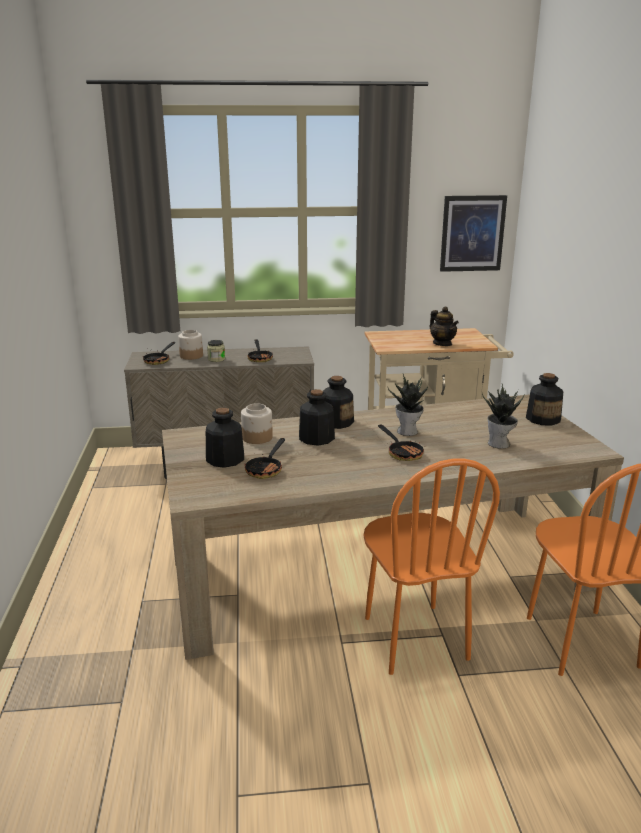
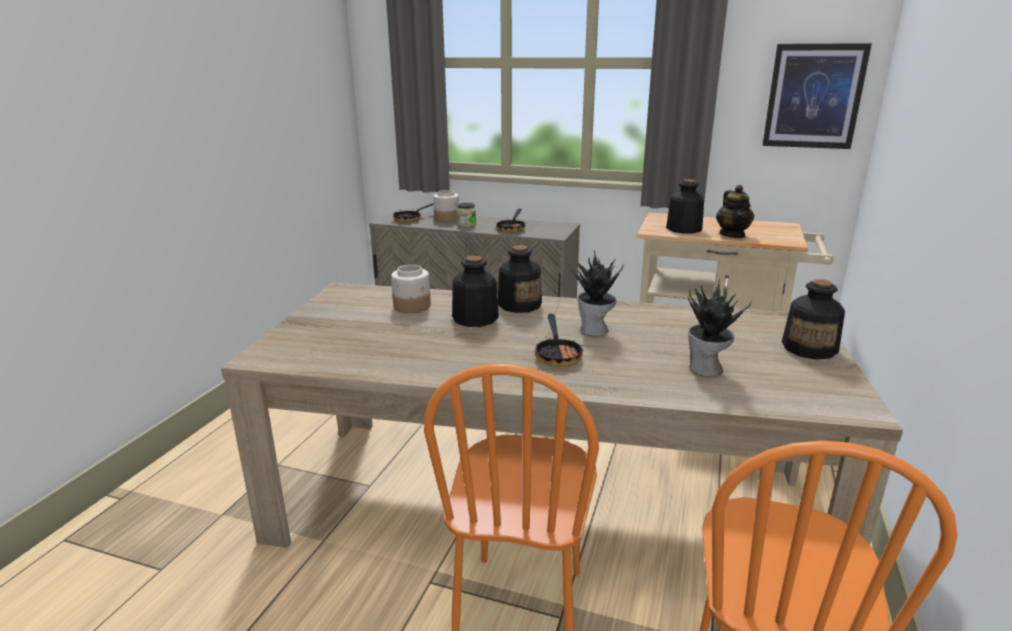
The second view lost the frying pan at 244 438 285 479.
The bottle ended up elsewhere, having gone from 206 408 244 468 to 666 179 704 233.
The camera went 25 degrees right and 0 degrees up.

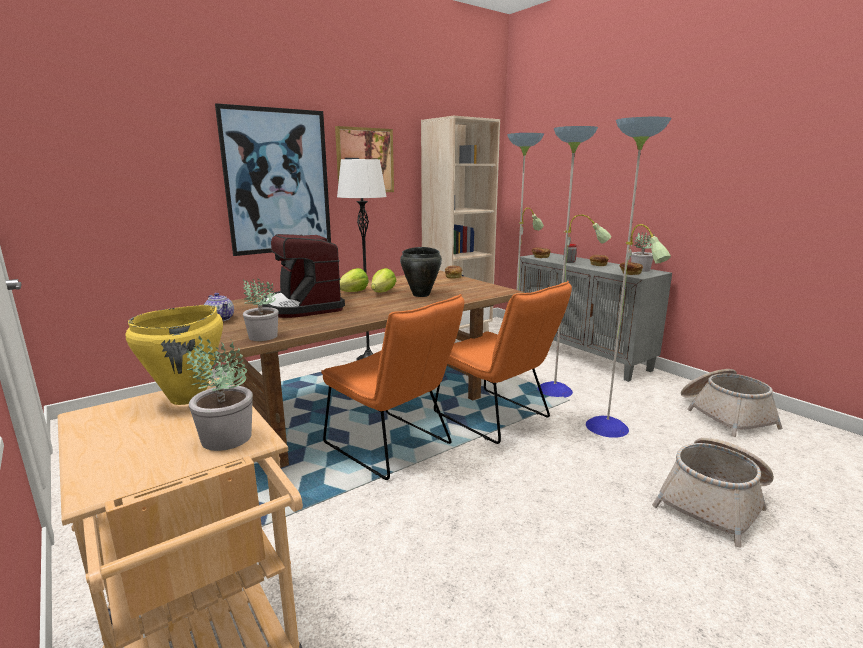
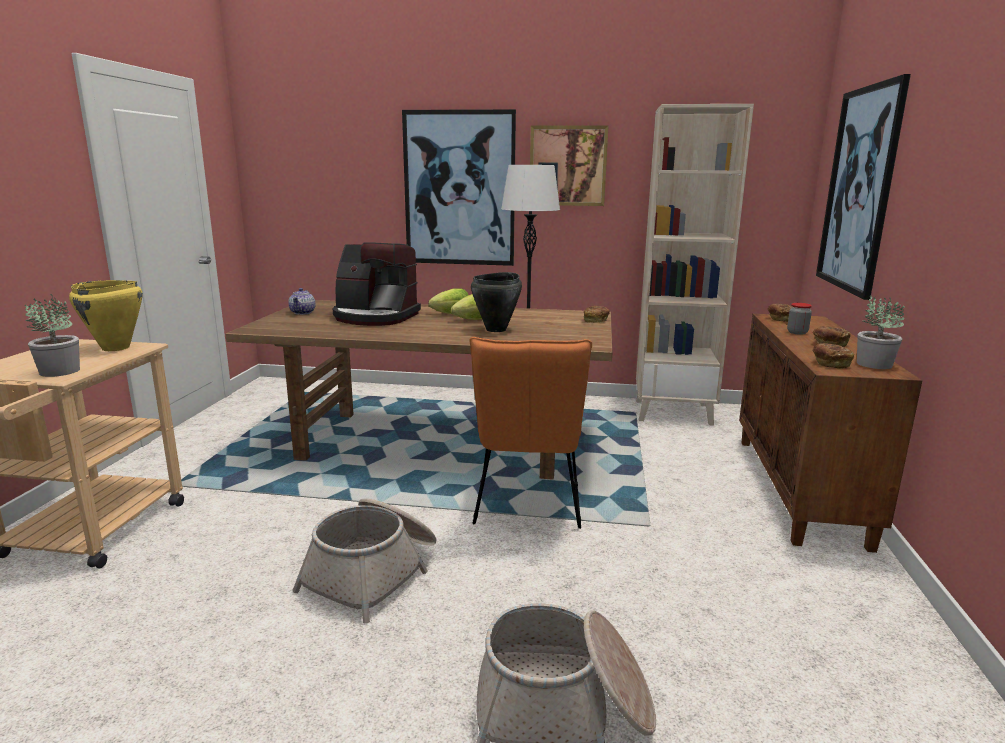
The second view lost the potted plant at 243 278 278 341.
The second view lost the orange chair at 321 294 464 480.
The second view lost the floor lamp at 507 117 672 438.
The second view gained the picture at 816 74 911 300.
The basket ended up elsewhere, having gone from 681 369 782 437 to 292 498 436 623.
What was the grey cabinet at 518 253 672 382 turned into the brown cabinet at 739 314 922 553.
The coffee machine at 262 234 345 318 ended up facing another way, 90 degrees counterclockwise from before.
The camera went 45 degrees right and 0 degrees up.

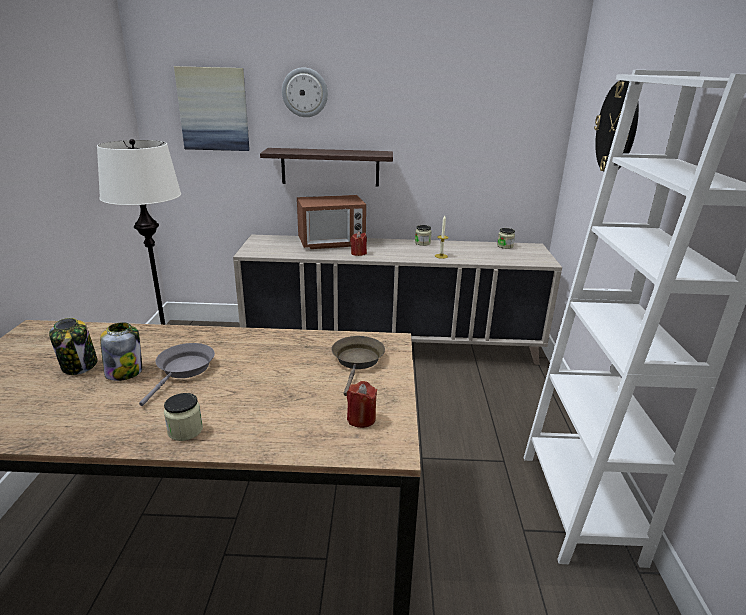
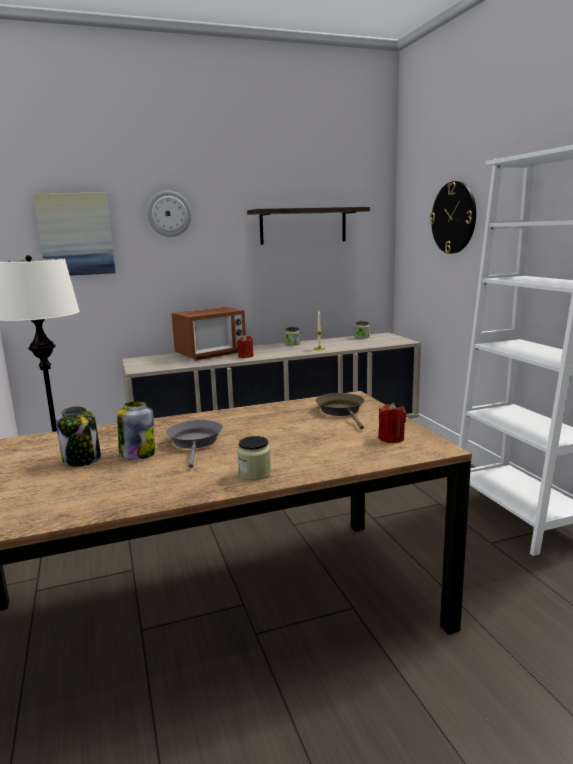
The shelf ended up elsewhere, having gone from 260 148 393 187 to 247 207 370 245.
The camera went 20 degrees left and 10 degrees down.

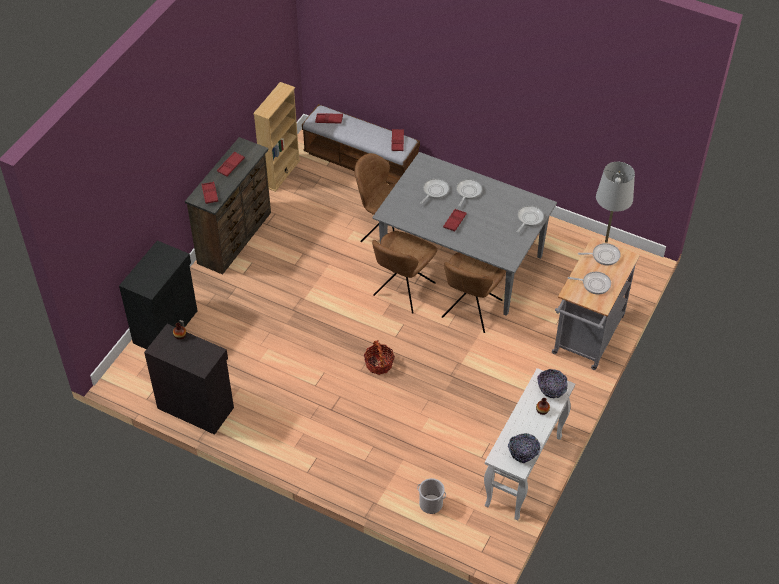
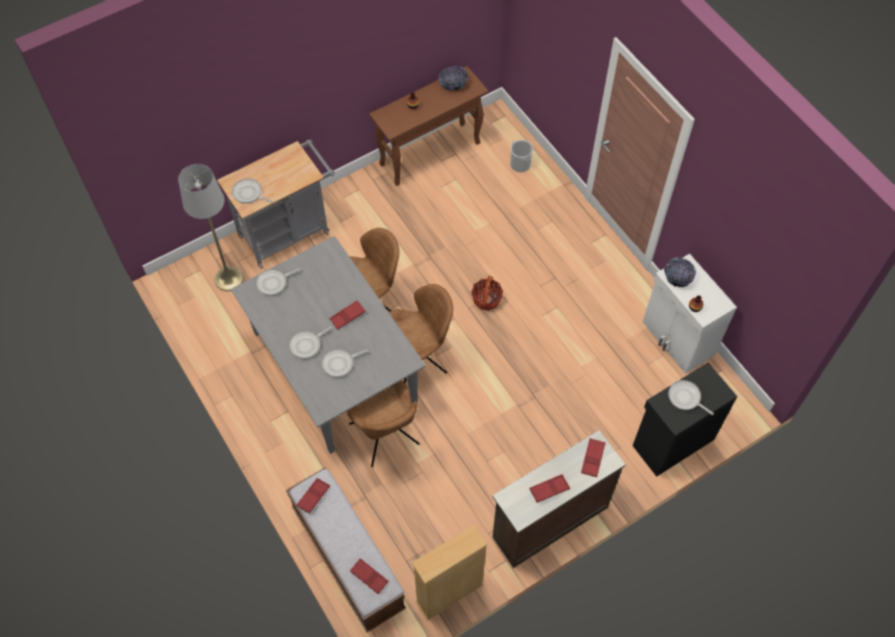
The bowl ended up elsewhere, having gone from 537 369 568 398 to 664 257 696 287.
The frying pan ended up elsewhere, having gone from 568 272 611 295 to 668 380 714 415.
What was the black cabinet at 144 324 234 435 turned into the white cabinet at 643 254 737 374.
What was the white console table at 484 368 575 521 turned into the brown console table at 369 66 488 186.
The camera went 150 degrees left and 10 degrees up.

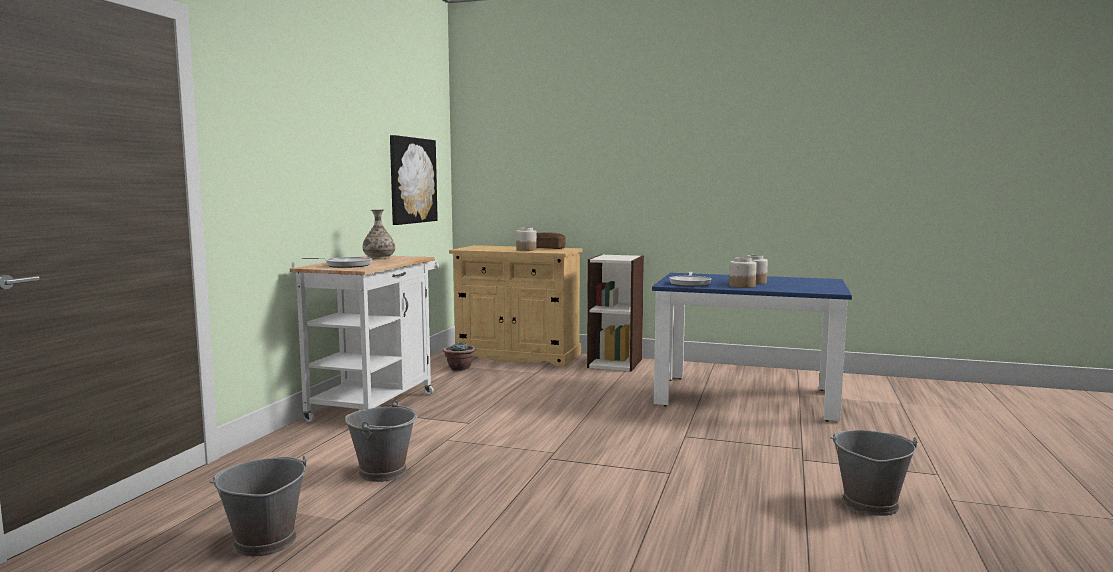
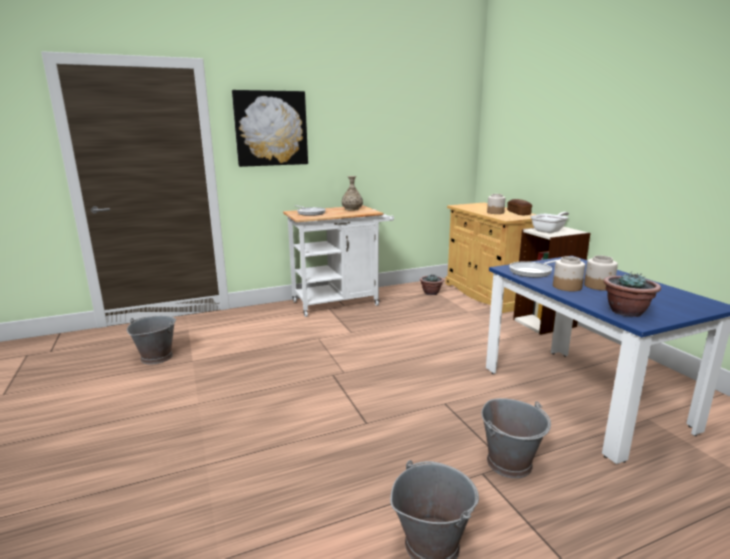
The second view gained the frying pan at 530 212 569 233.
The second view gained the potted plant at 603 272 661 317.
The grey bucket ended up elsewhere, having gone from 345 400 417 482 to 481 398 551 478.
The picture ended up elsewhere, having gone from 390 135 438 225 to 232 90 308 167.
The camera went 50 degrees right and 10 degrees up.

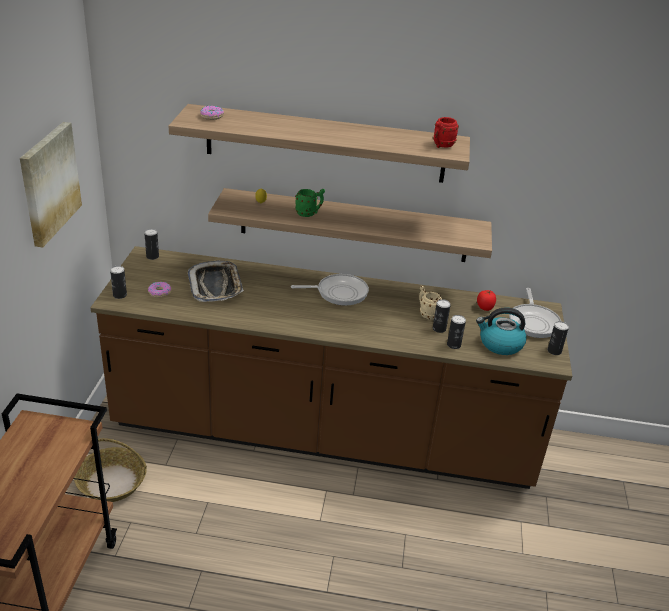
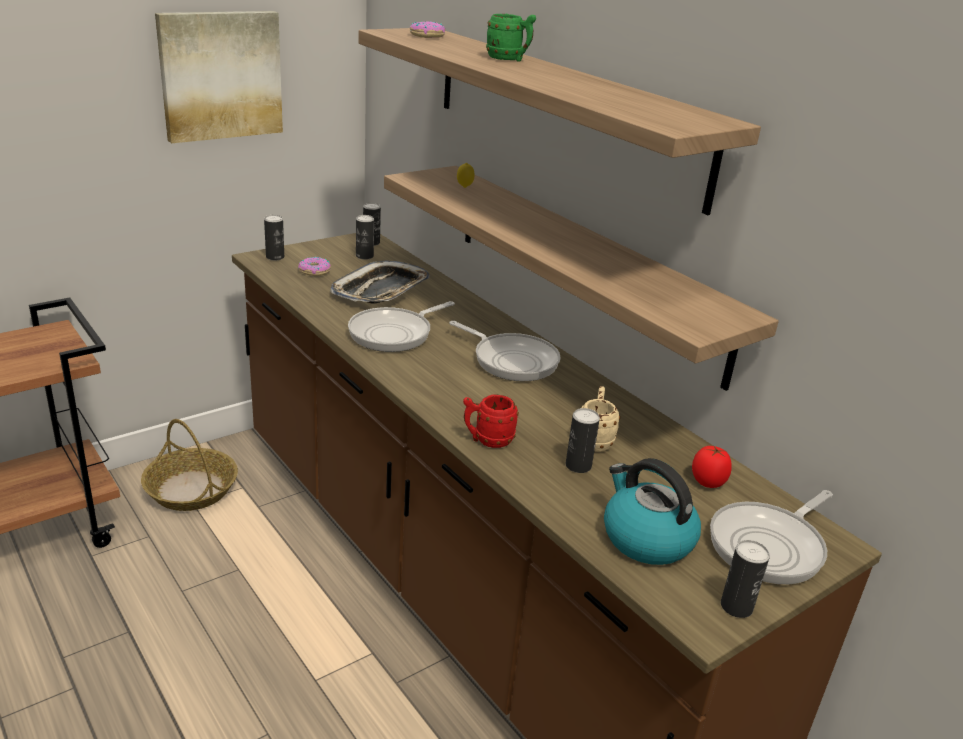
The second view gained the frying pan at 348 301 455 352.
The green mug ended up elsewhere, having gone from 295 189 325 217 to 486 14 536 62.
The red mug ended up elsewhere, having gone from 433 117 459 148 to 463 394 519 448.
The can ended up elsewhere, having gone from 447 315 466 349 to 356 215 374 260.
The camera went 45 degrees right and 5 degrees down.

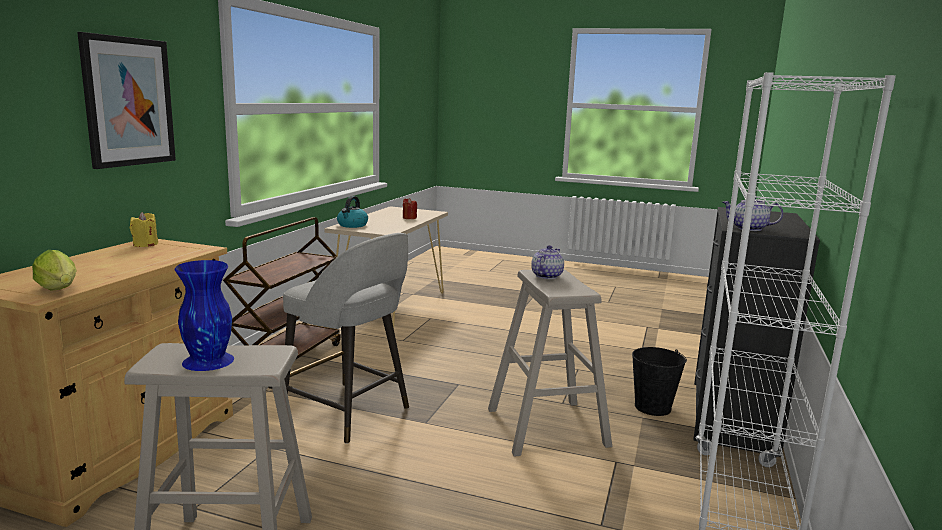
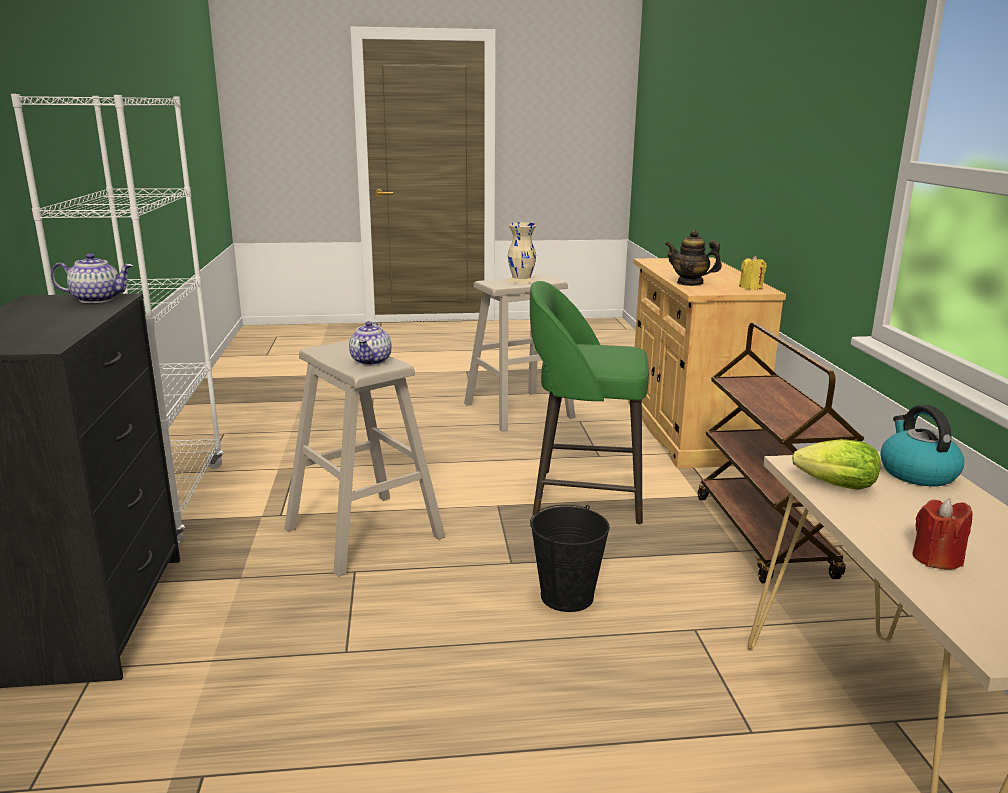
The second view lost the picture at 77 32 176 169.
The second view gained the teapot at 665 230 722 286.
The lettuce ended up elsewhere, having gone from 32 250 77 291 to 792 439 881 490.
The black bucket ended up elsewhere, having gone from 632 347 687 416 to 530 505 610 612.
What was the blue vase at 175 260 234 371 turned into the beige vase at 508 222 536 284.
What was the grey stool at 283 233 409 444 turned into the green stool at 530 281 649 524.
The camera went 155 degrees right and 5 degrees up.

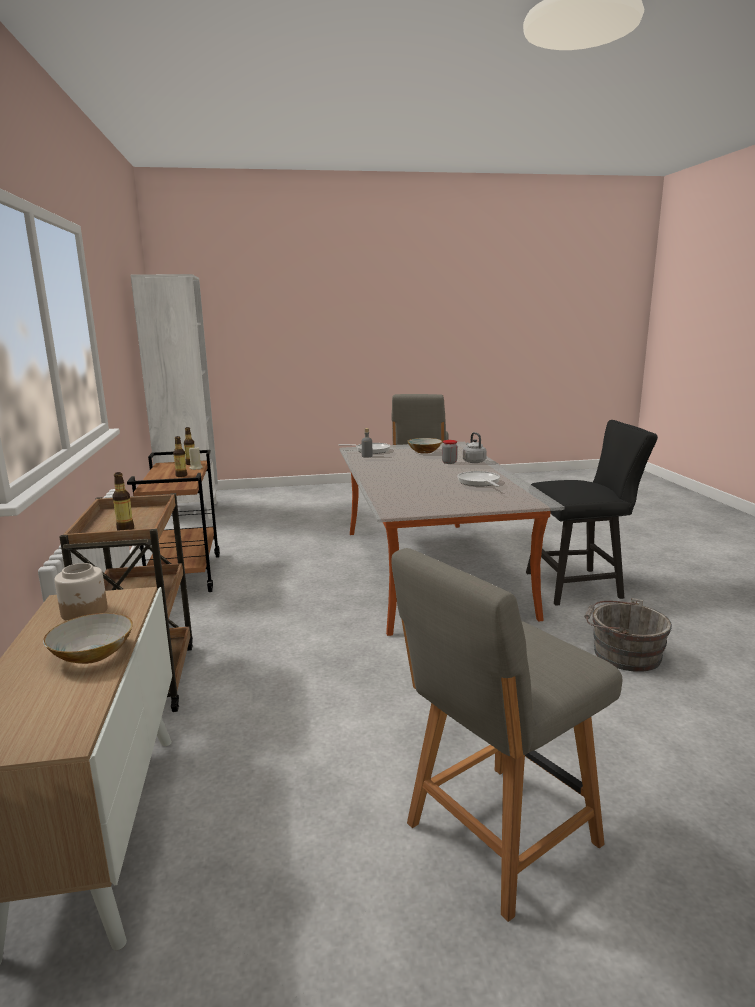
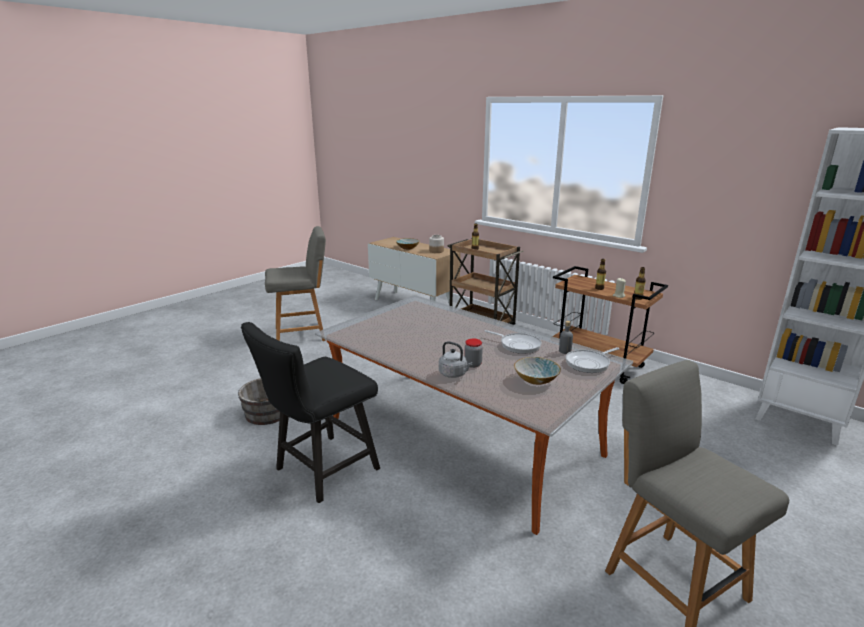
The frying pan ended up elsewhere, having gone from 457 471 500 487 to 485 330 542 354.
The grey chair at 392 548 622 922 ended up facing another way, 60 degrees clockwise from before.
The camera went 140 degrees right and 5 degrees up.

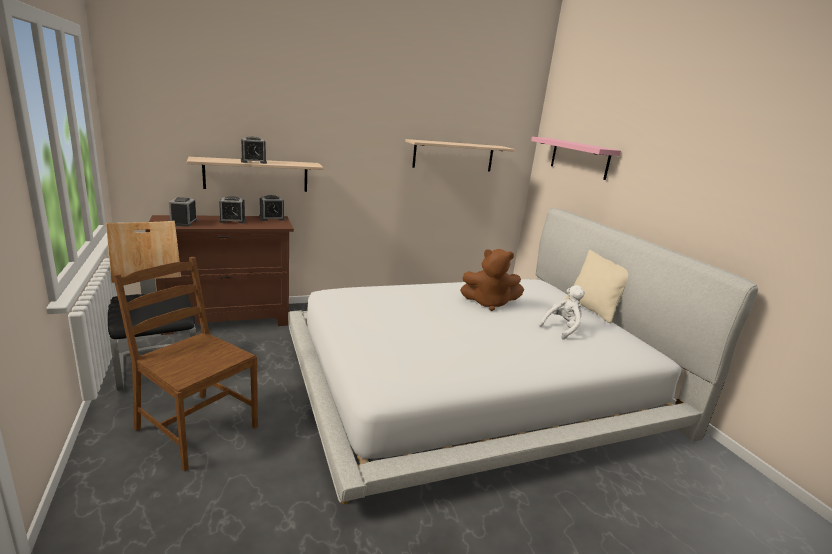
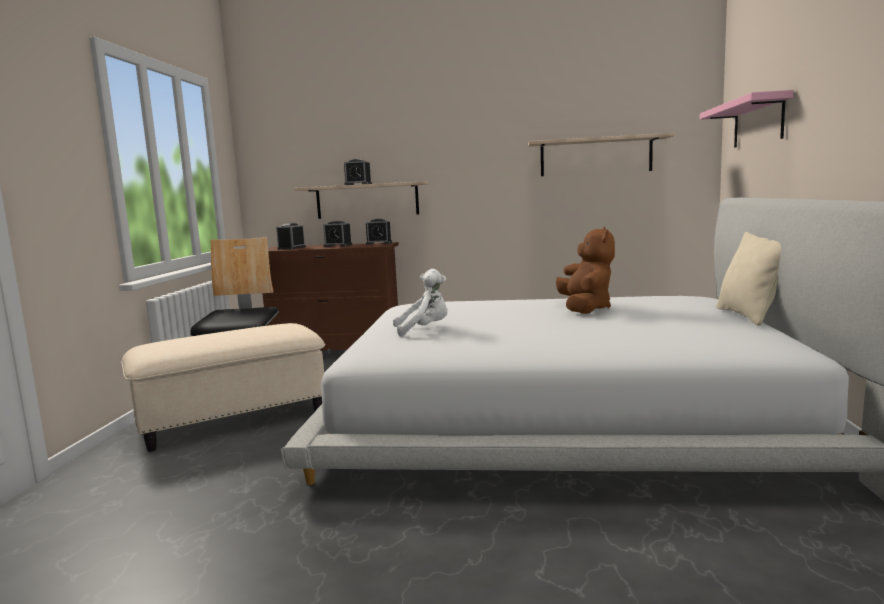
The white plush toy ended up elsewhere, having gone from 539 285 585 340 to 393 269 448 337.
Where the brown chair stood at 113 257 258 472, the beige ottoman came to stand at 121 323 325 452.
The brown plush toy at 460 249 524 311 ended up facing another way, 120 degrees counterclockwise from before.
The camera went 30 degrees right and 10 degrees down.

